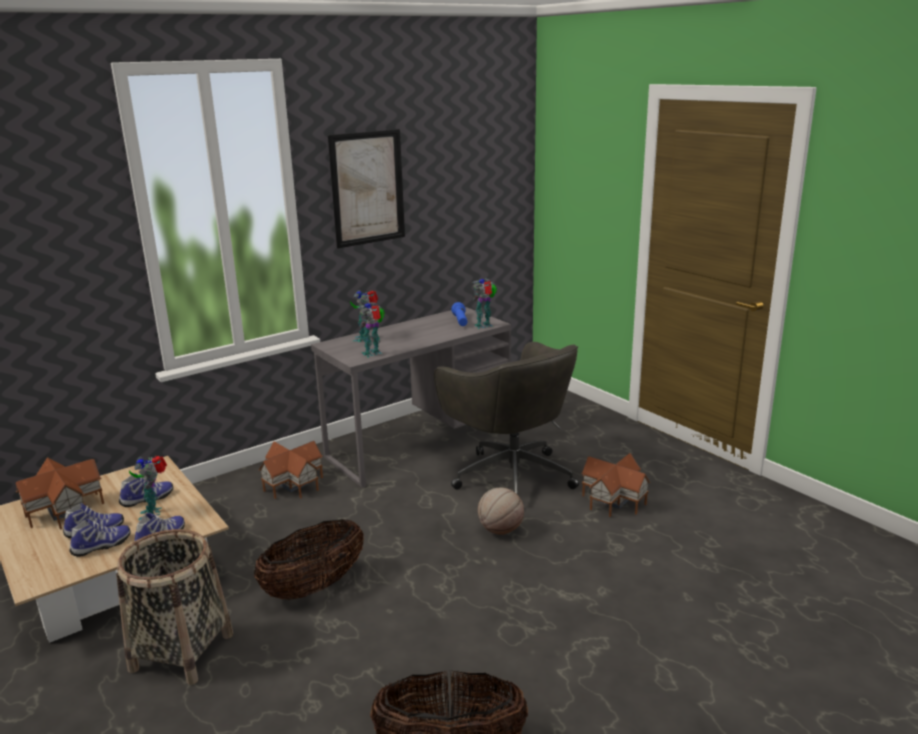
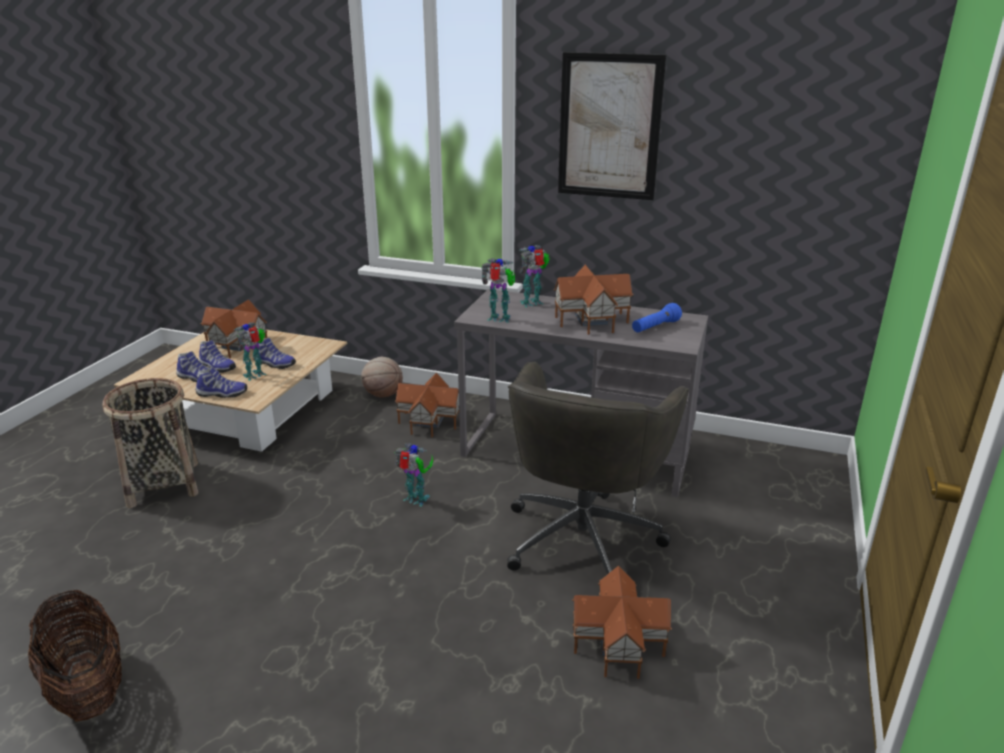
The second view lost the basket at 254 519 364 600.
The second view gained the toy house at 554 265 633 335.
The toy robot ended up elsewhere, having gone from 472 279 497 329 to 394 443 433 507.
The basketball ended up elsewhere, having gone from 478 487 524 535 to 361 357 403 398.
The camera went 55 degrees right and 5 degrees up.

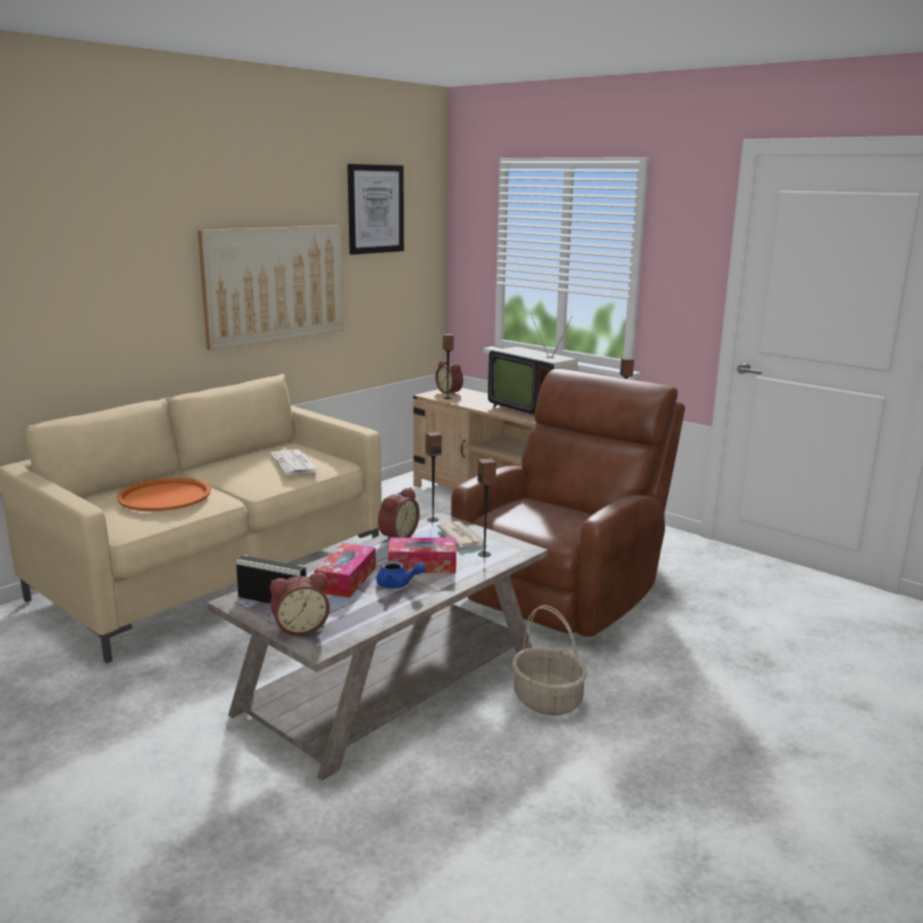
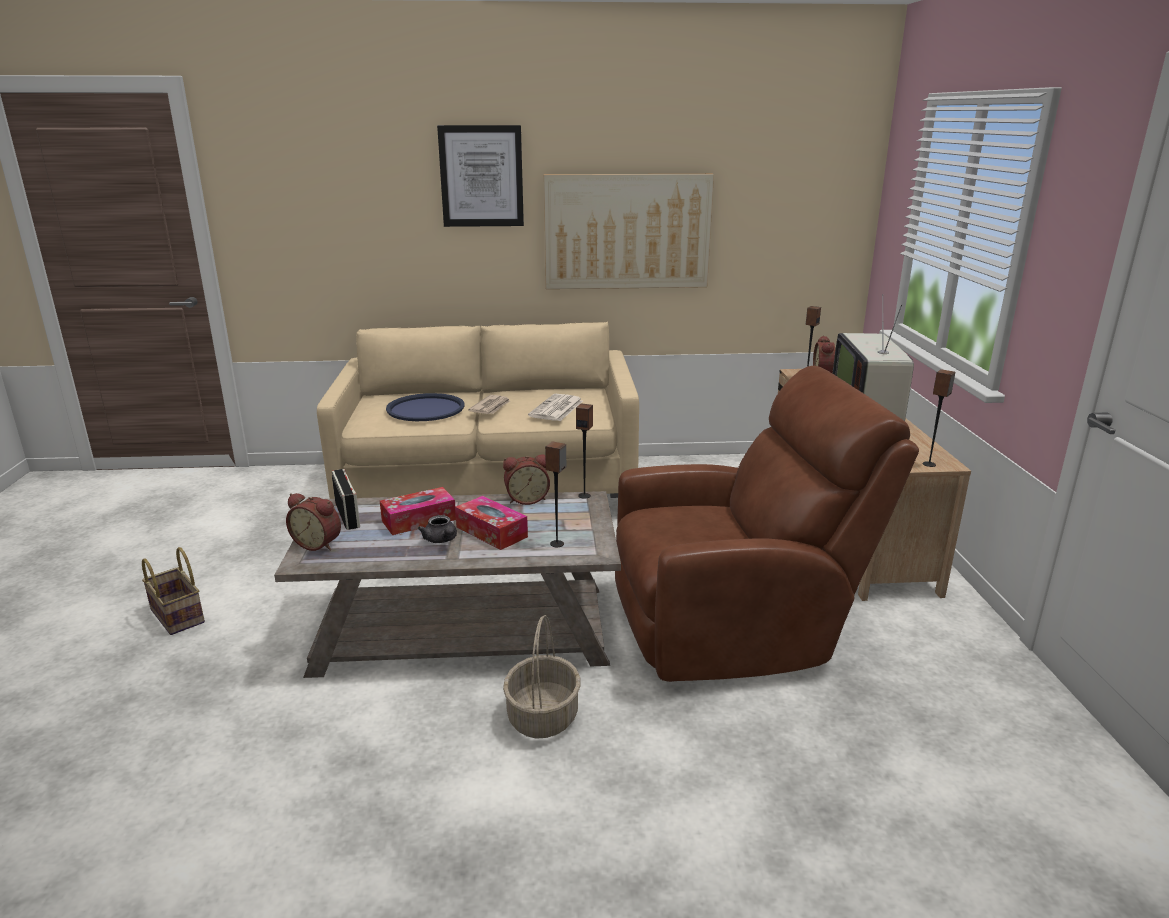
The second view gained the basket at 142 547 205 635.
The picture ended up elsewhere, having gone from 347 164 404 255 to 437 125 524 227.
The newspaper ended up elsewhere, having gone from 437 521 487 547 to 468 395 510 414.
What was the orange tray at 117 478 211 511 turned into the blue tray at 386 393 465 421.
What was the blue teapot at 376 561 426 589 turned into the grey teapot at 418 515 457 543.
The camera went 45 degrees right and 5 degrees up.

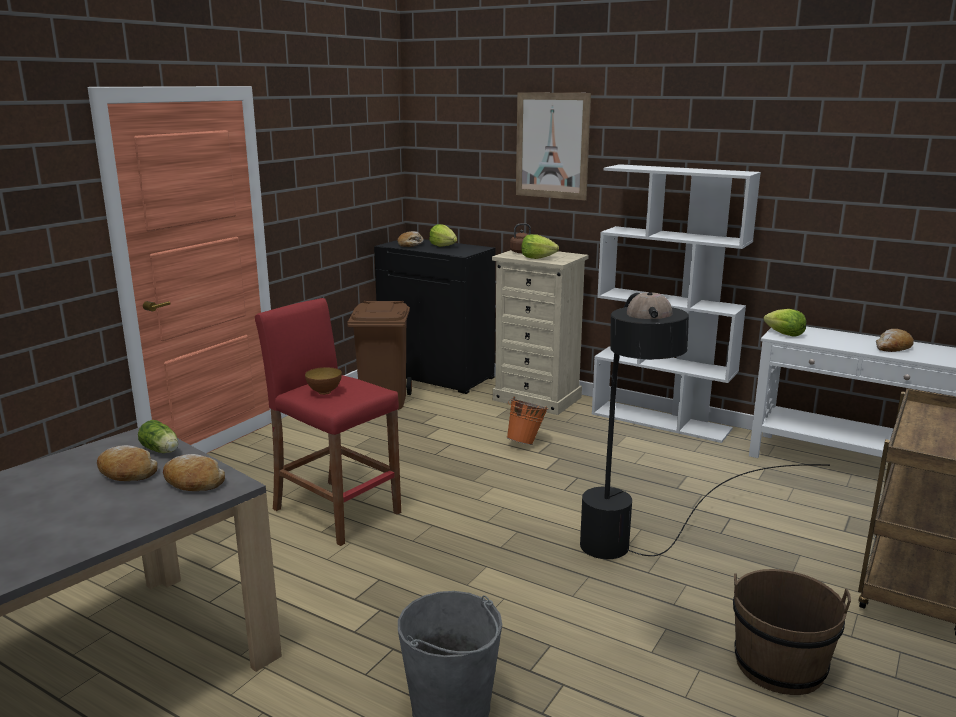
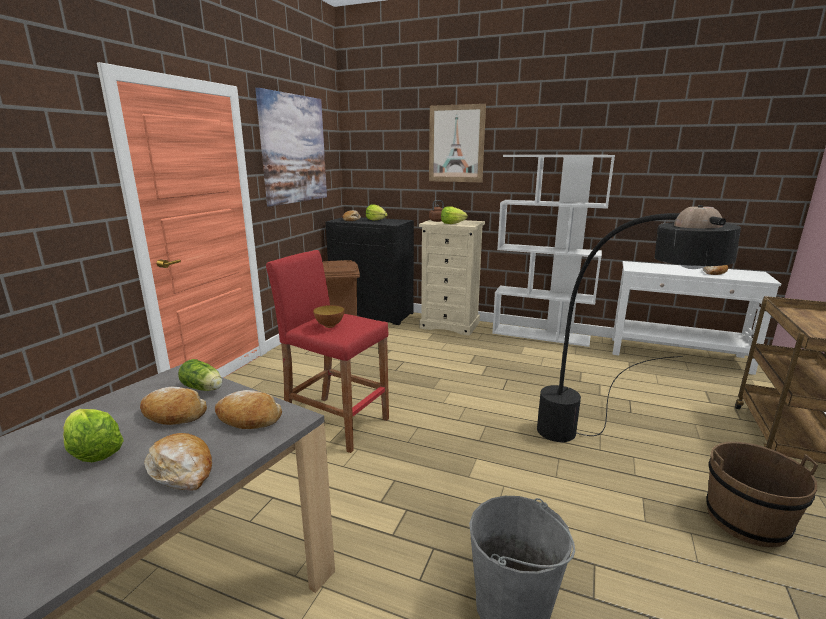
The second view lost the orange bucket at 507 397 548 445.
The second view gained the bread at 144 433 212 490.
The second view gained the picture at 255 88 327 207.
The lettuce ended up elsewhere, having gone from 763 309 806 337 to 63 409 124 462.
The camera went 10 degrees left and 0 degrees up.

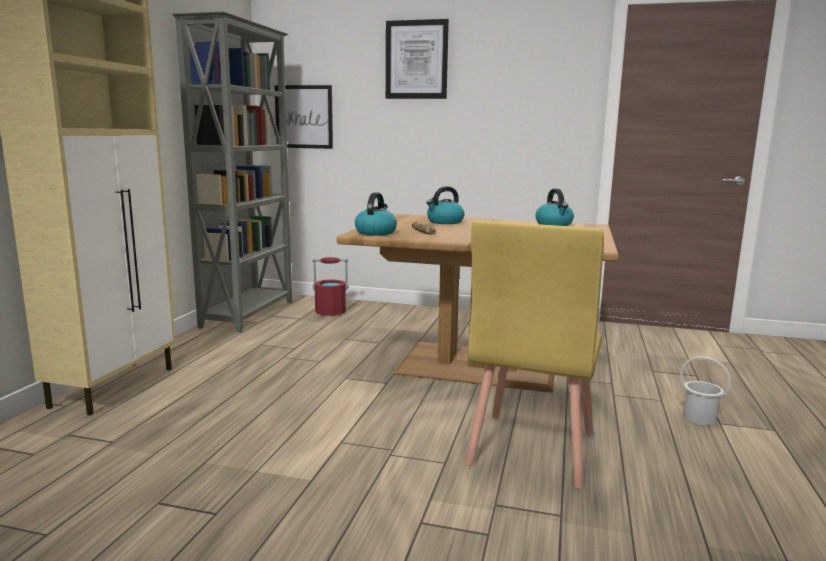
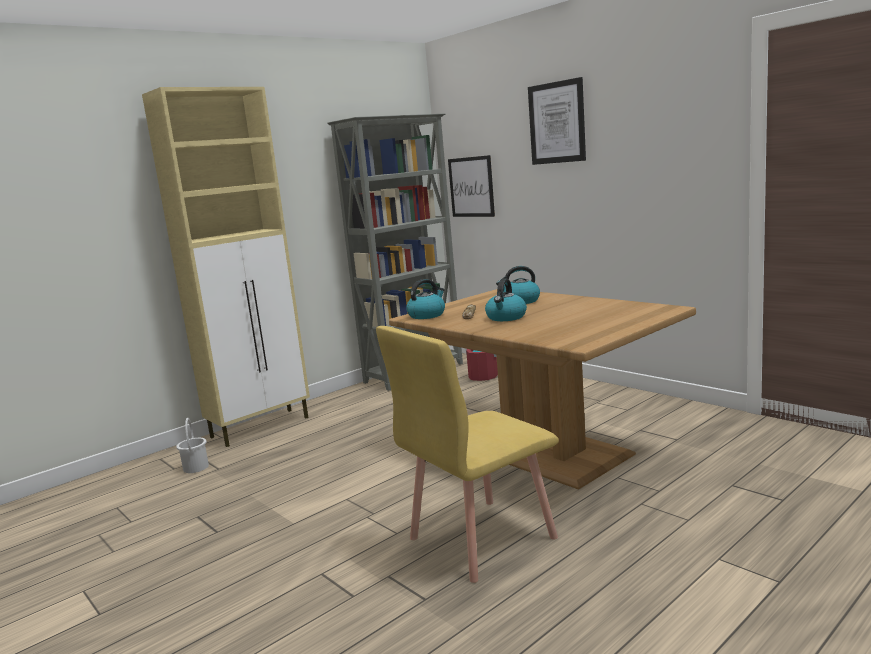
The kettle ended up elsewhere, having gone from 535 189 574 226 to 485 279 527 321.
The white bucket ended up elsewhere, having gone from 680 356 731 426 to 176 418 209 473.
The camera went 35 degrees right and 0 degrees up.

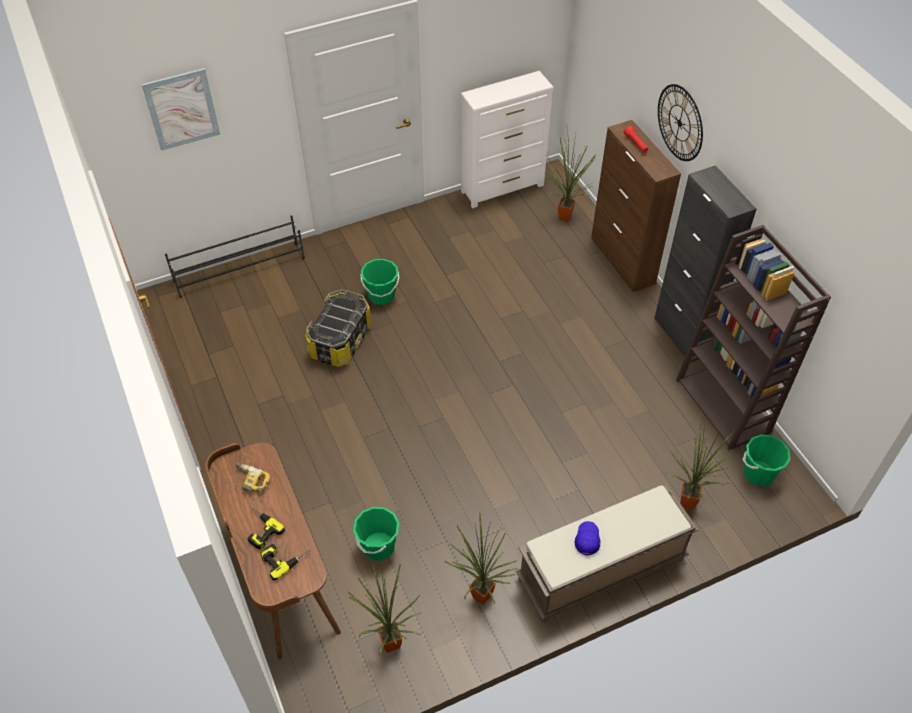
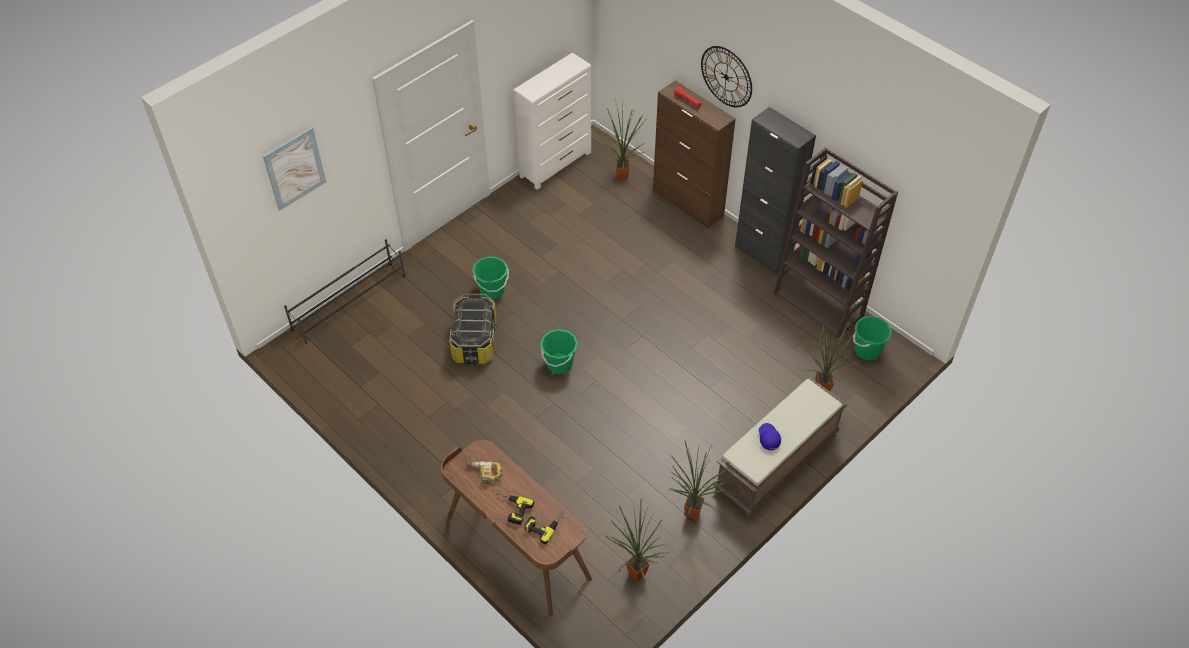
The green bucket ended up elsewhere, having gone from 353 507 399 561 to 540 329 578 374.
The camera went 20 degrees left and 0 degrees up.

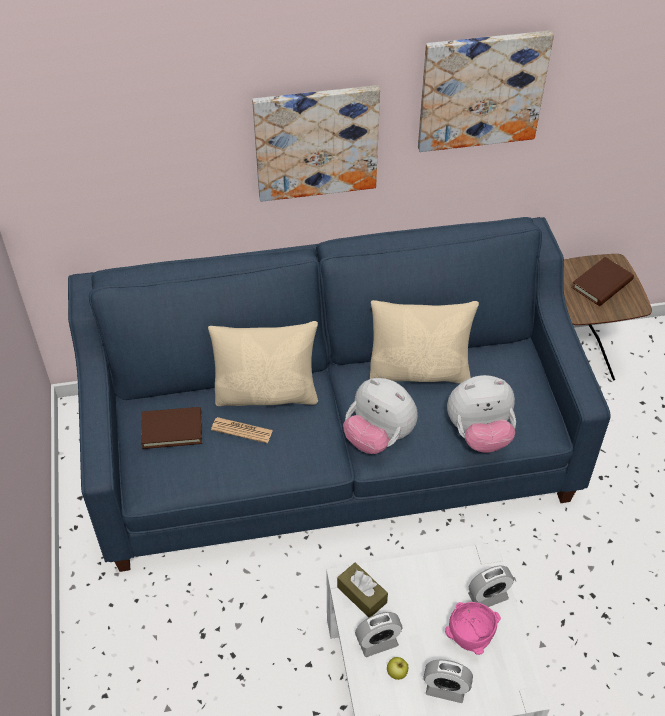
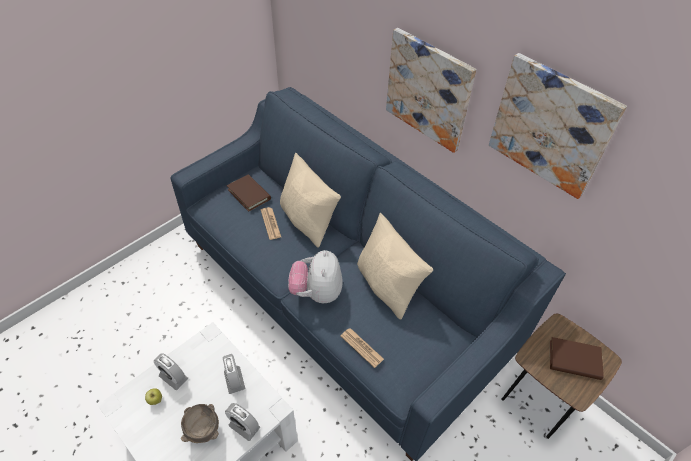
The second view lost the brown tissue box at 337 562 388 618.
The alarm clock ended up elsewhere, having gone from 424 660 473 703 to 223 354 245 394.
Where the plush toy stood at 447 375 516 453, the newspaper came to stand at 340 328 384 368.
What was the pink bowl at 445 602 501 655 turned into the brown bowl at 181 404 219 443.
The camera went 55 degrees right and 0 degrees up.

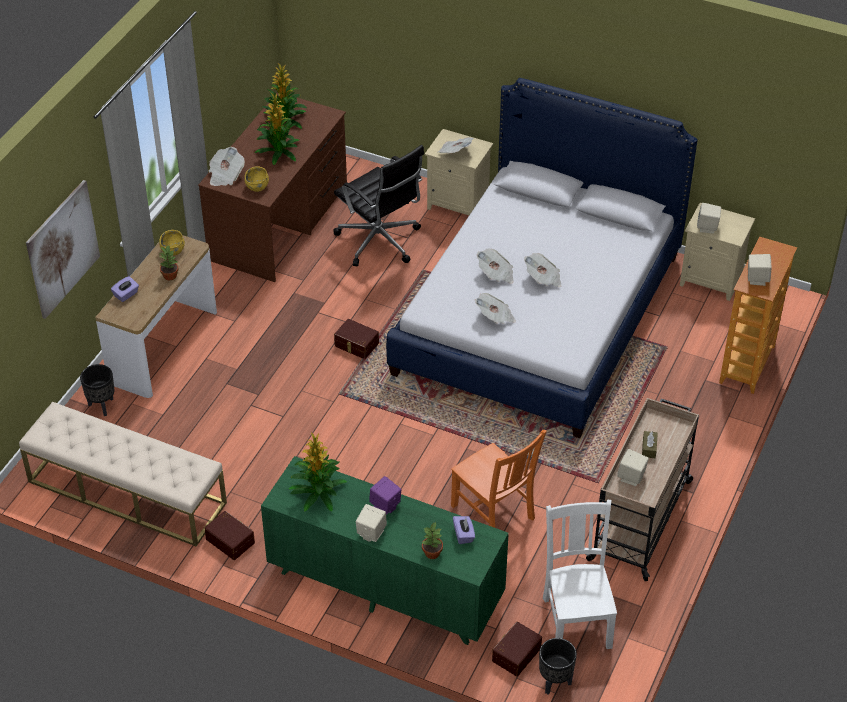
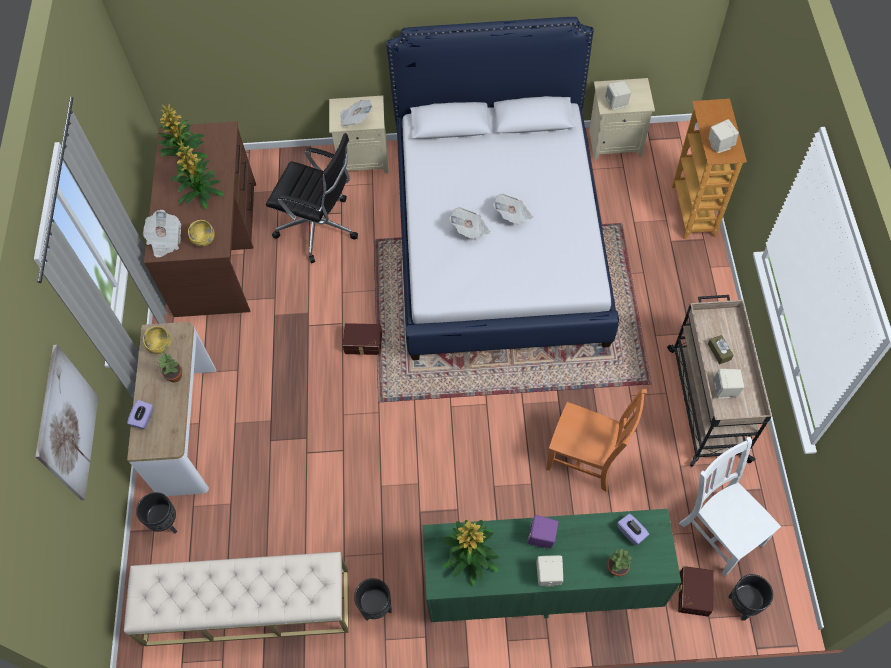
The second view lost the newspaper at 475 293 516 324.
Where the brown storage box stood at 204 511 255 560, the black planter came to stand at 354 578 392 621.
The camera went 25 degrees left and 15 degrees up.

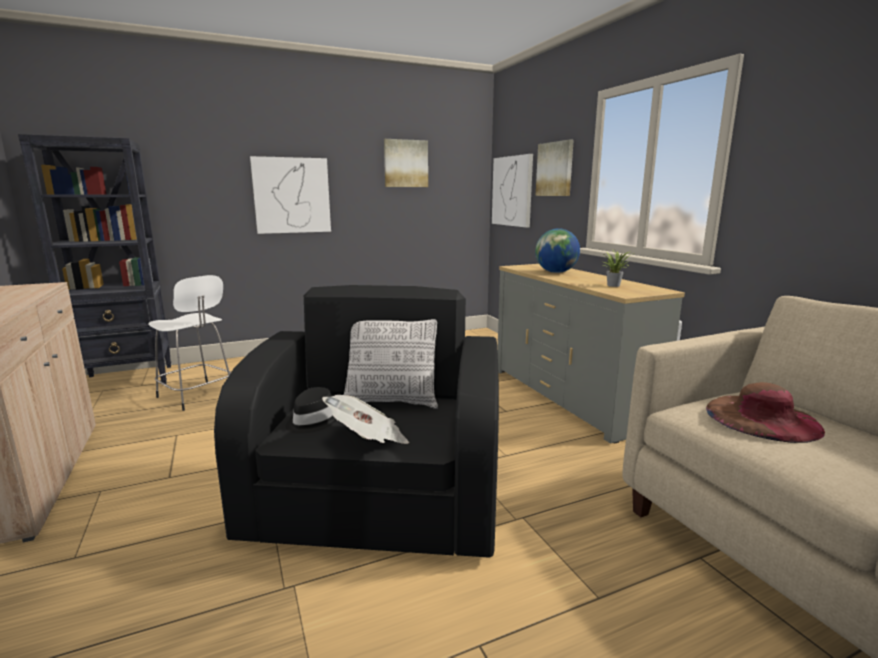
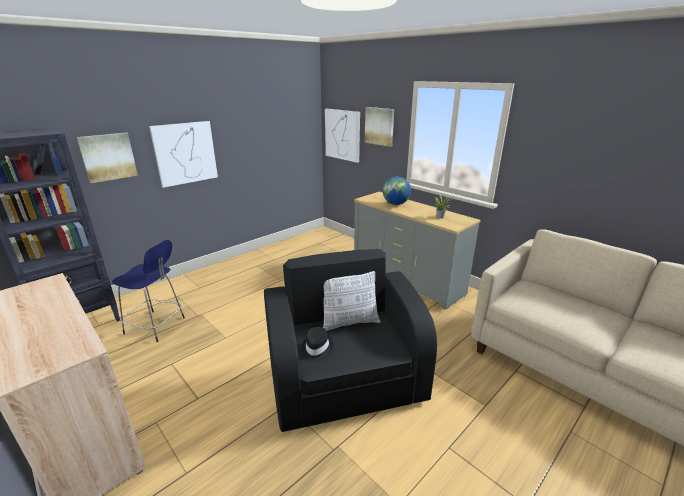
The second view lost the newspaper at 322 395 410 444.
The second view lost the brown hat at 706 382 825 443.
The picture ended up elsewhere, having gone from 384 139 428 187 to 77 132 138 183.
What was the white stool at 148 275 231 411 turned into the blue stool at 112 240 185 342.
The camera went 20 degrees left and 10 degrees up.

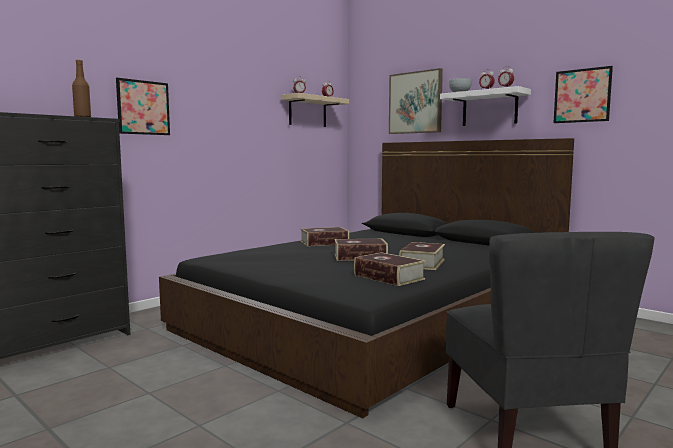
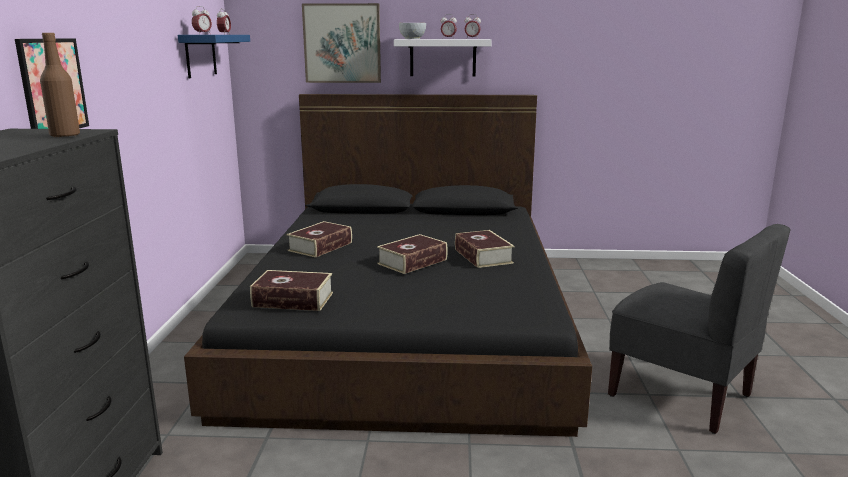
The second view lost the picture at 554 66 613 123.
The book ended up elsewhere, having gone from 354 252 426 286 to 250 270 333 311.
What was the beige shelf at 281 93 349 127 turned into the blue shelf at 178 35 250 78.
The camera went 40 degrees left and 10 degrees up.

